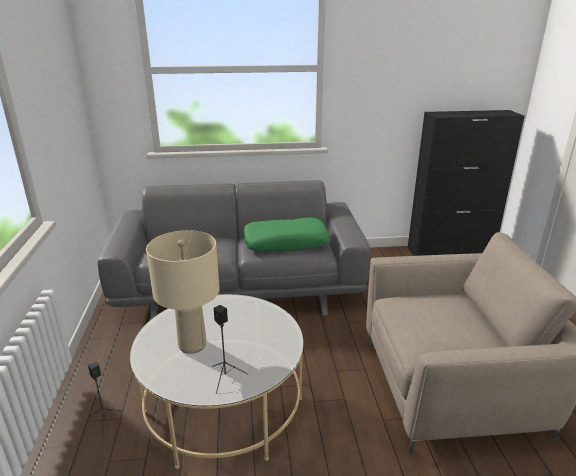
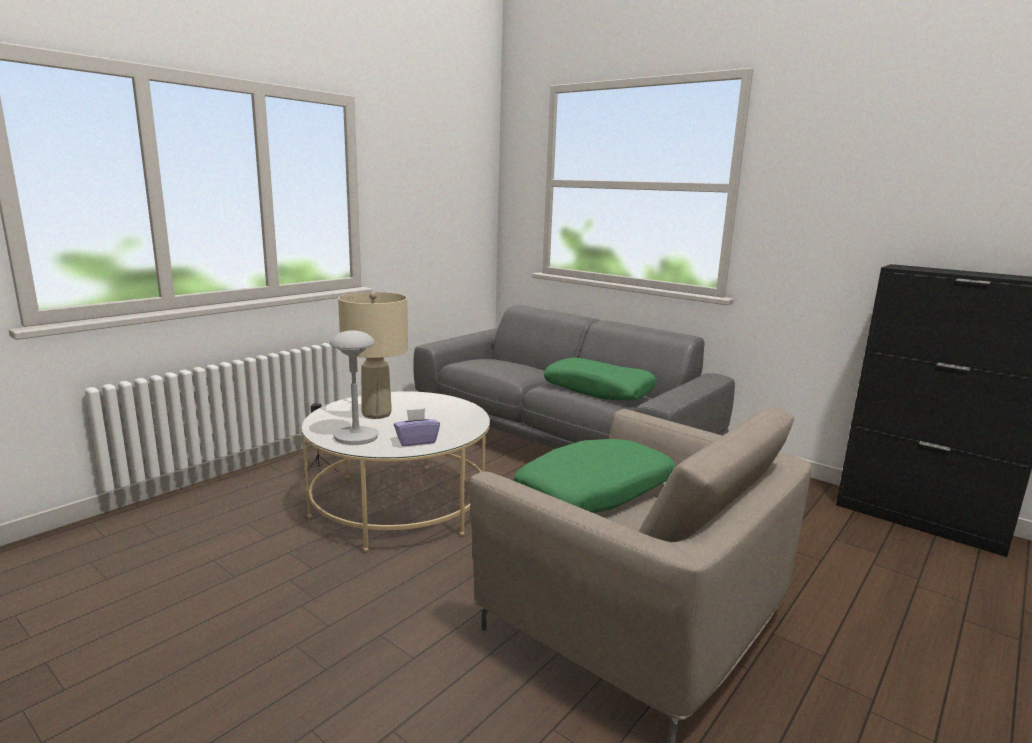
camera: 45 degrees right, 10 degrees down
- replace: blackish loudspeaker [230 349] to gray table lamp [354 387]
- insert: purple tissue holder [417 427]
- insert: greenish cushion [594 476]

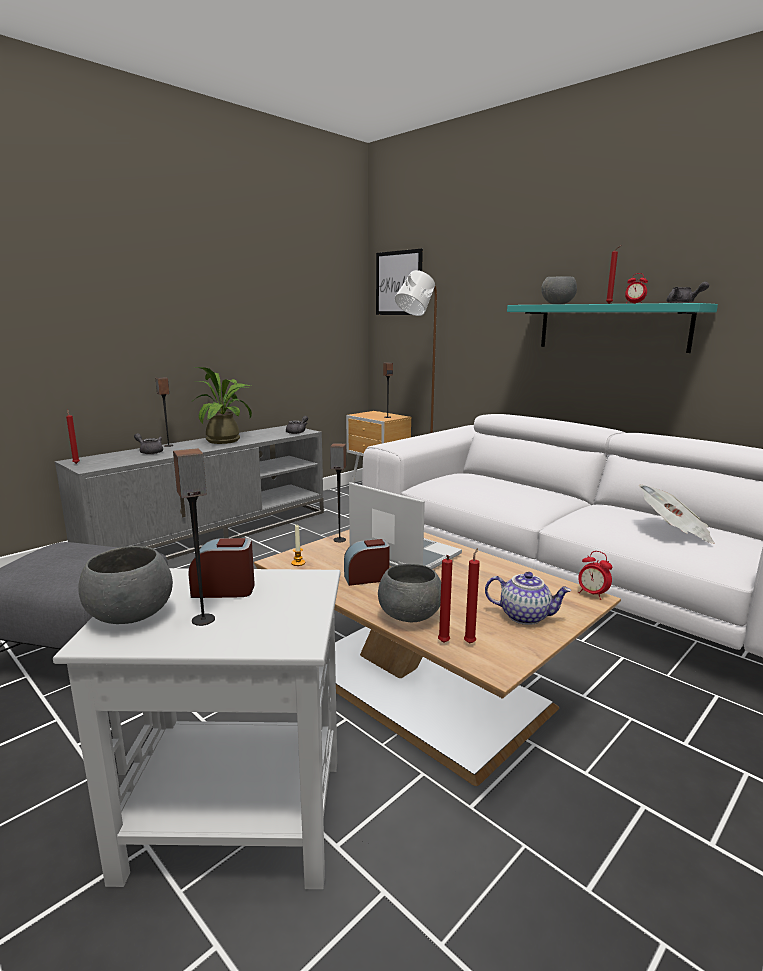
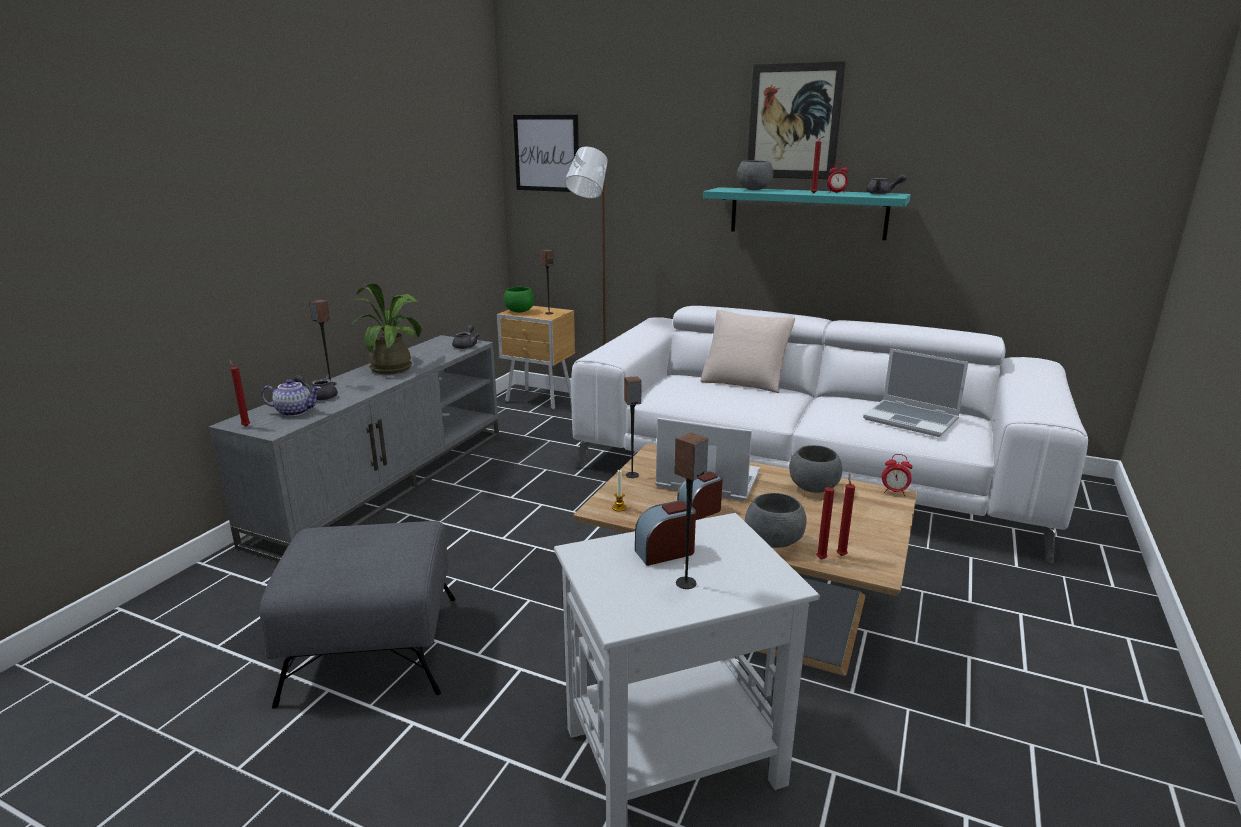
camera: 20 degrees left, 5 degrees up
- replace: printed paper [677 514] to laptop [915 392]
- move: gray serving bowl [125 585] to [815 469]
- move: teapot [528 598] to [291 398]
- insert: wall picture [796 120]
- insert: greenish serving bowl [519 300]
- insert: beige-coloured cushion [748 351]

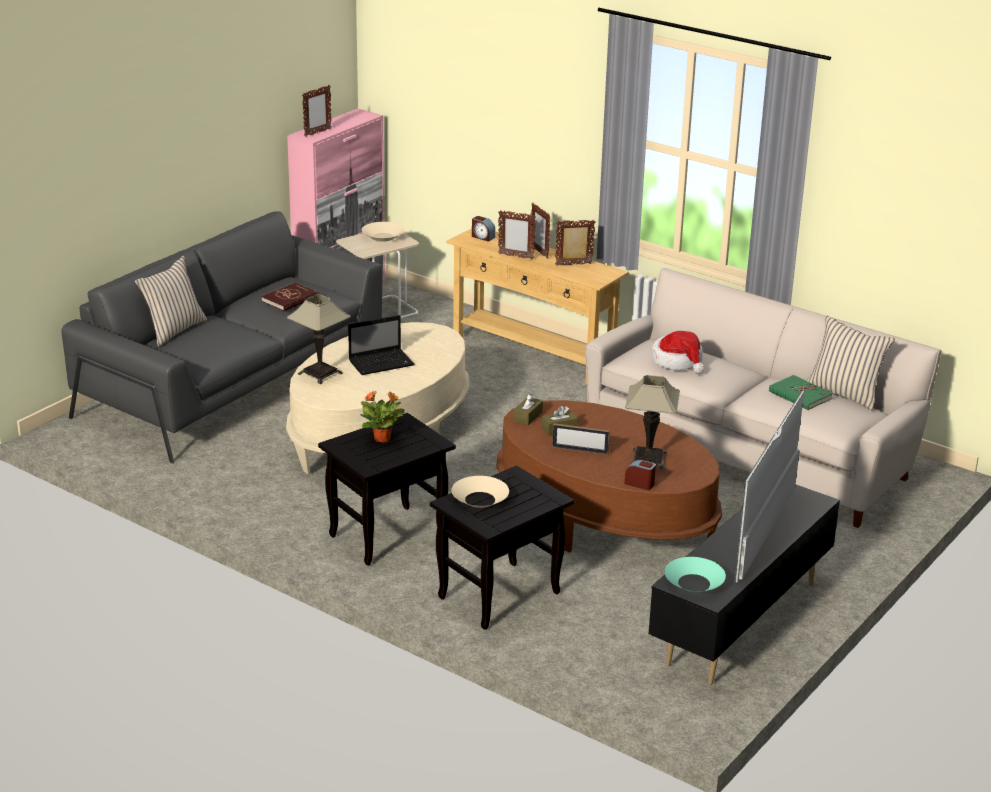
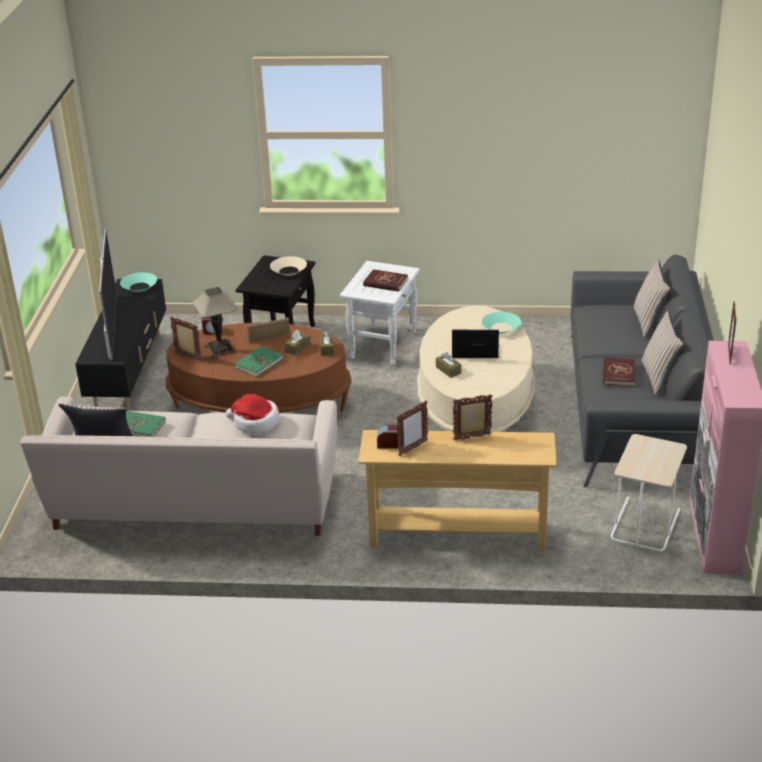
camera: 150 degrees right, 5 degrees up
- move: photo frame [540 231] to [186 338]
- move: table clock [483 229] to [388 436]
- delete: beige-coloured serving bowl [383 232]
- replace: table lamp [318 339] to blue-green serving bowl [501 322]
- rotate: laptop [381 345] = [475 344] 60 degrees clockwise
- replace: houseplant [382 417] to reddish book [385 280]
- recolor: blackish side table [387 489] to whitish side table [379 313]
- insert: beige-coloured cushion [662 352]
- insert: greenish book [259 361]
- insert: brown tissue holder [448 365]

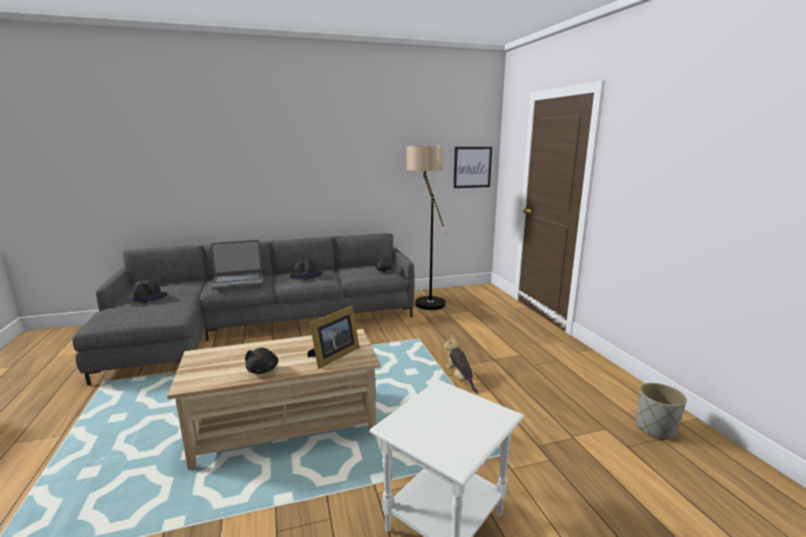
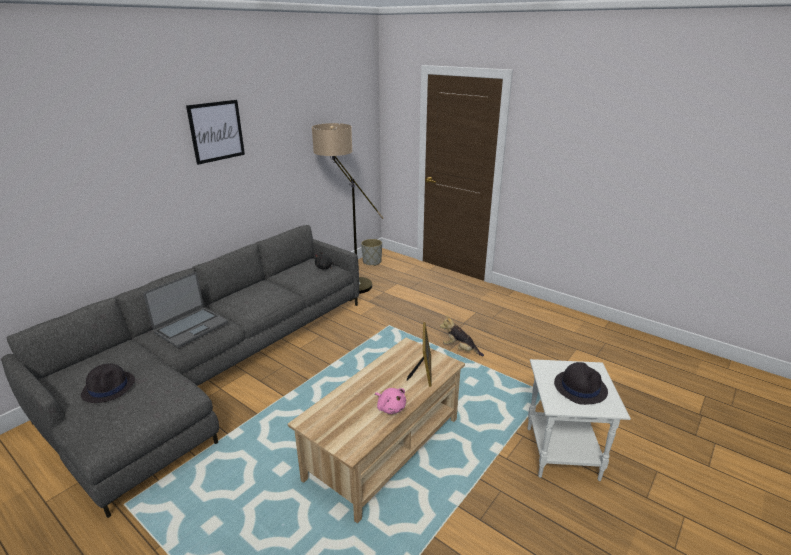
camera: 35 degrees left, 10 degrees up
- move: wall picture [472 167] to [215 132]
- move: blackish clothing hat [306 269] to [581 383]
- recolor: blackish cuddly toy [261 361] to pink-coloured cuddly toy [390 401]
- move: gray flower pot [661 411] to [371 252]

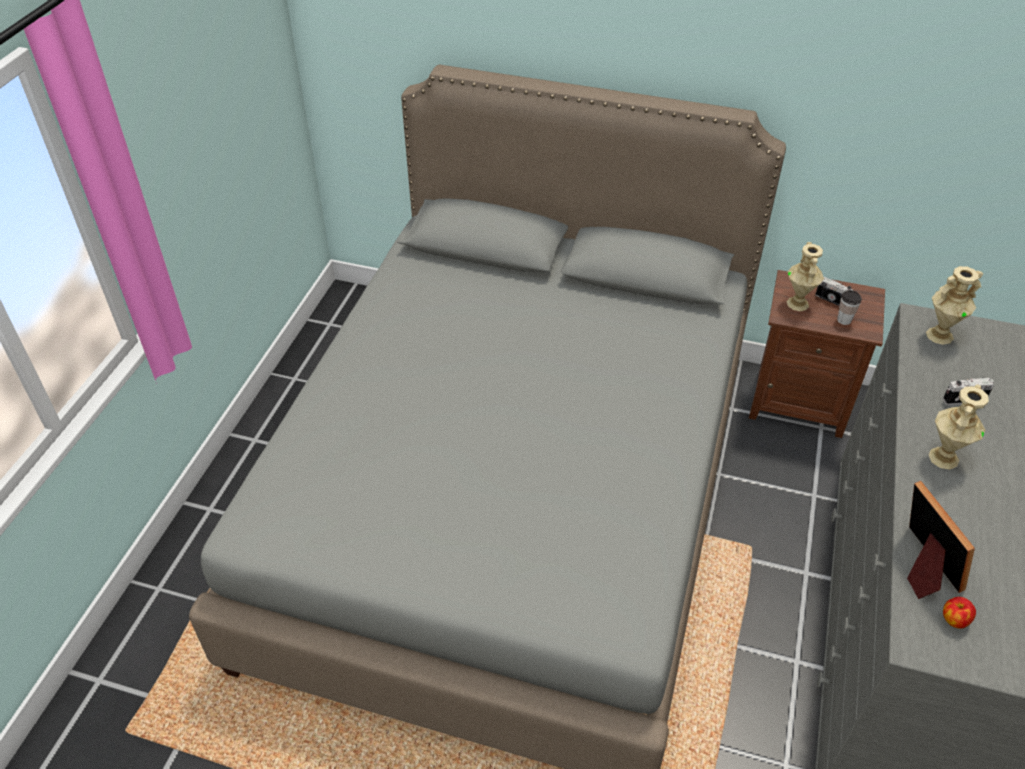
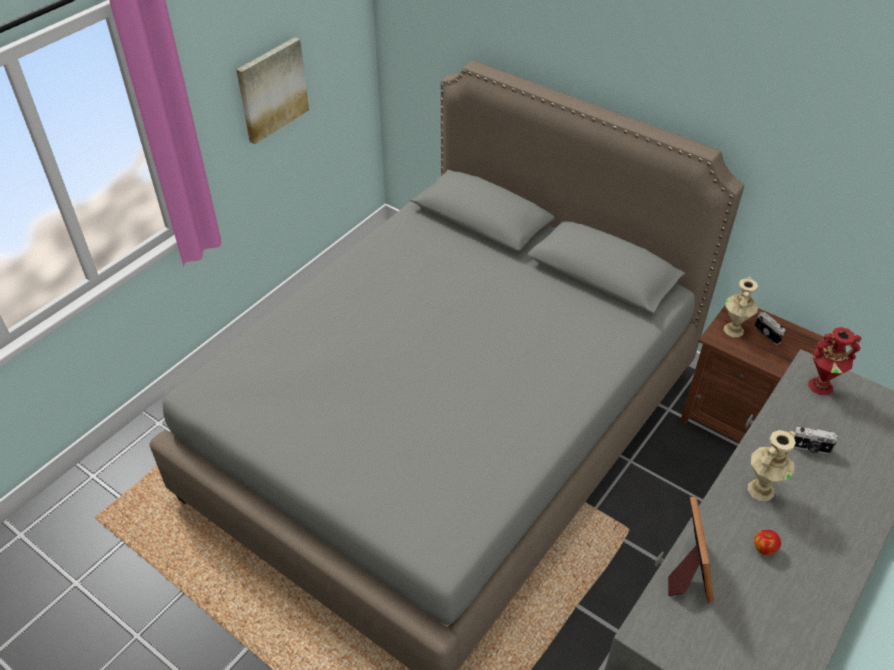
camera: 20 degrees right, 0 degrees up
- recolor: beige-coloured decorative vase [954 305] to reddish decorative vase [834 361]
- delete: small cup [849 307]
- move: apple [959 613] to [767 542]
- insert: wall picture [272 90]

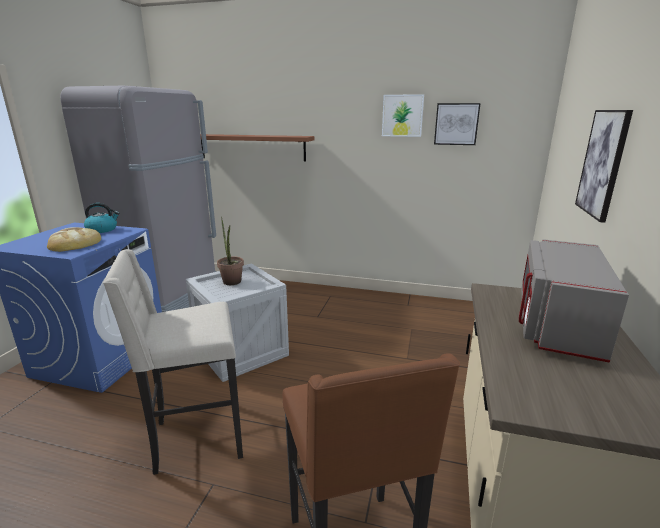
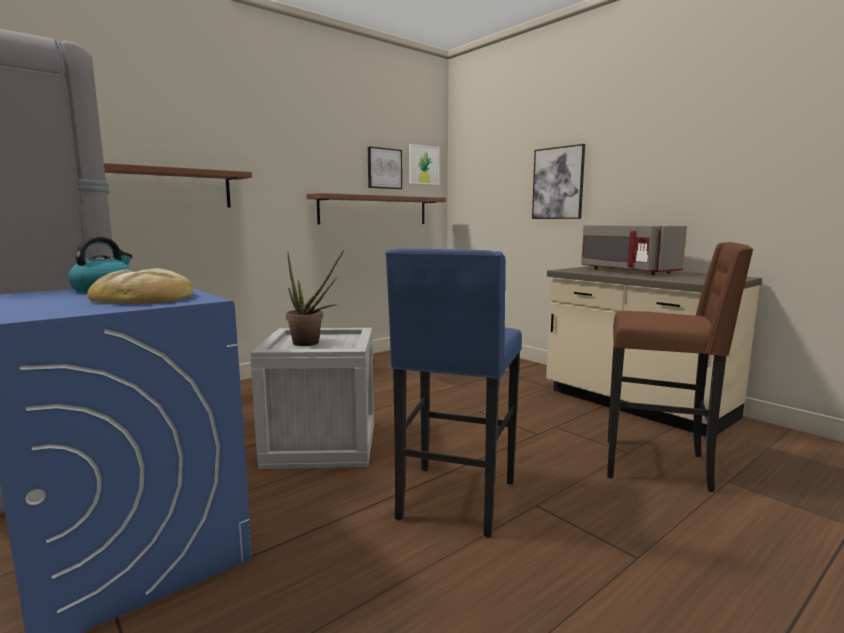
camera: 55 degrees left, 10 degrees down
- move: wall picture [403 115] to [424 164]
- recolor: beige-coloured stool seat [173 362] to blue-coloured stool seat [453 393]
- insert: brown wall shelf [376 209]

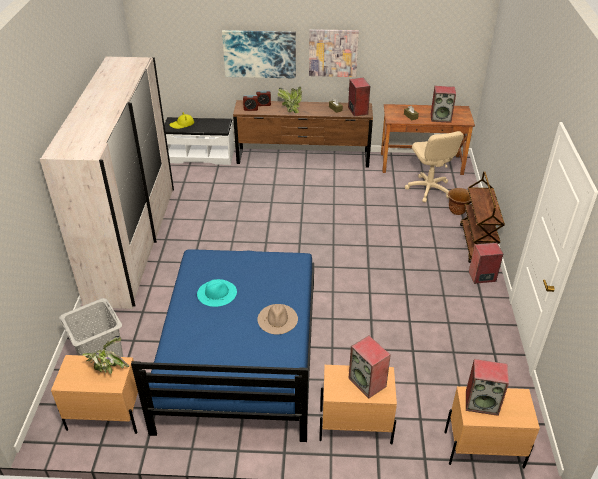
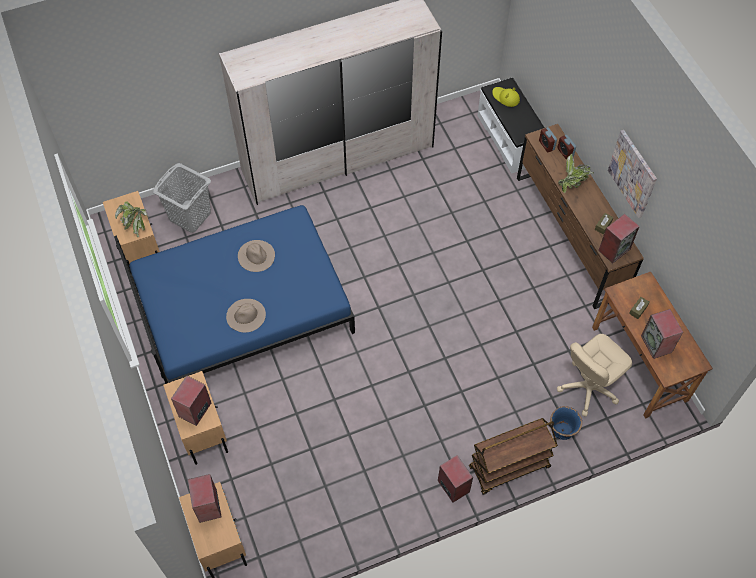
camera: 65 degrees right, 20 degrees up
- delete: wall picture [259 54]
- recolor: brown flower pot [459 201] to blue-coloured flower pot [566 423]
- recolor: blue-green clothing hat [217 293] to beige-coloured clothing hat [256 256]

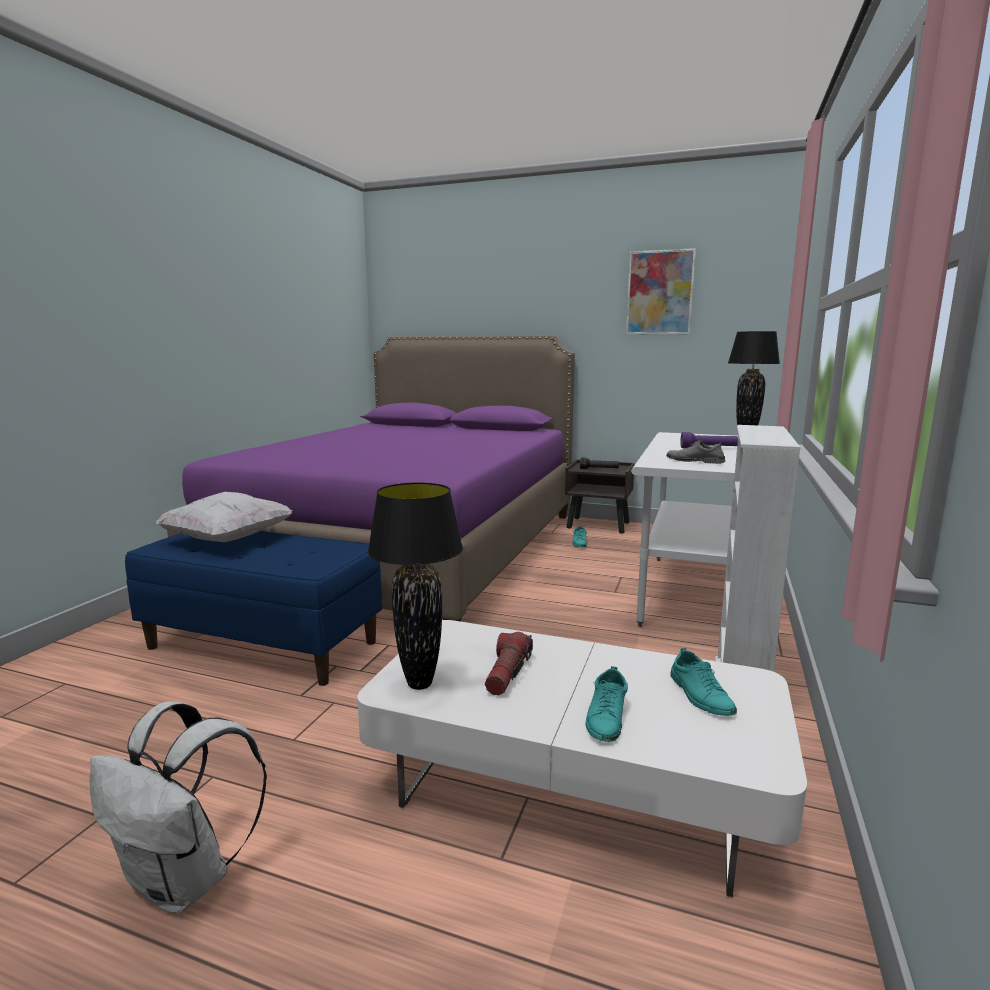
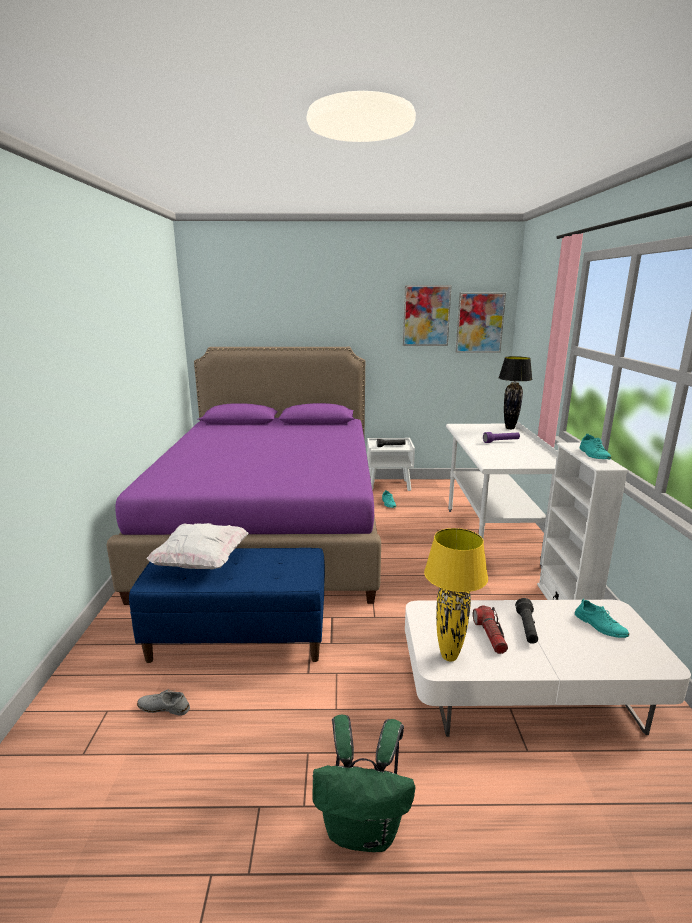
camera: 20 degrees left, 5 degrees up
- move: gray item of footwear [695 452] to [163 702]
- recolor: brown nightstand [600 497] to whitish nightstand [391 464]
- recolor: blackish table lamp [415 586] to yellow table lamp [456 594]
- move: blue-green item of footwear [606 704] to [595 446]
- recolor: whitish rucksack [178 807] to greenish rucksack [363 783]
- insert: wall picture [481 323]
- insert: blackish flashlight [526 621]

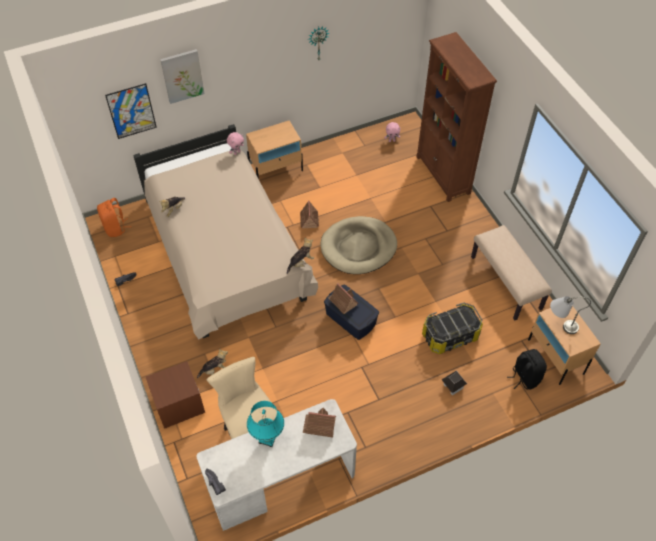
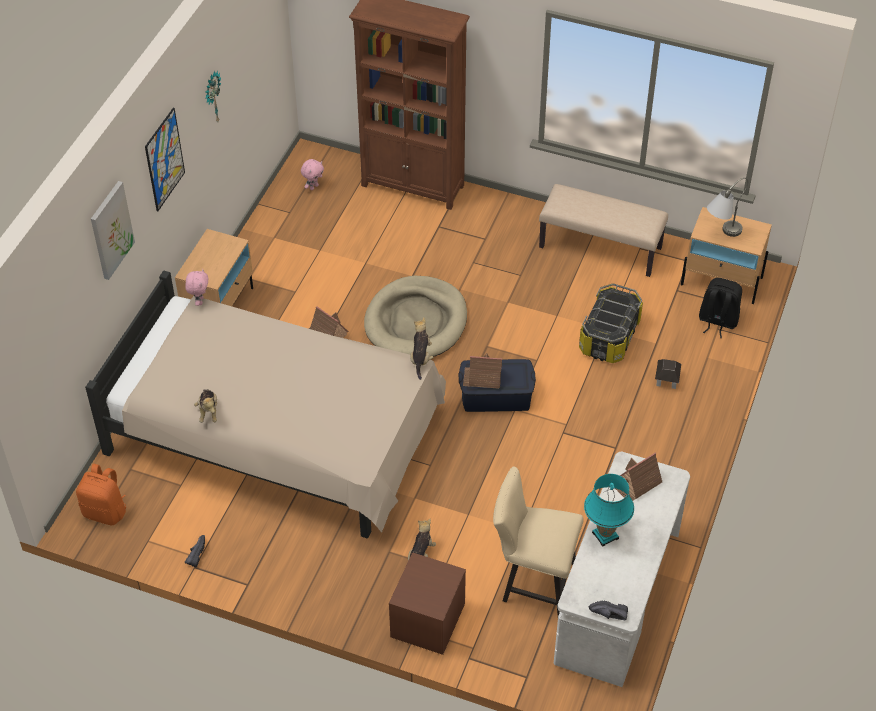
camera: 45 degrees left, 5 degrees down
- move: wall picture [131 111] to [165 159]

